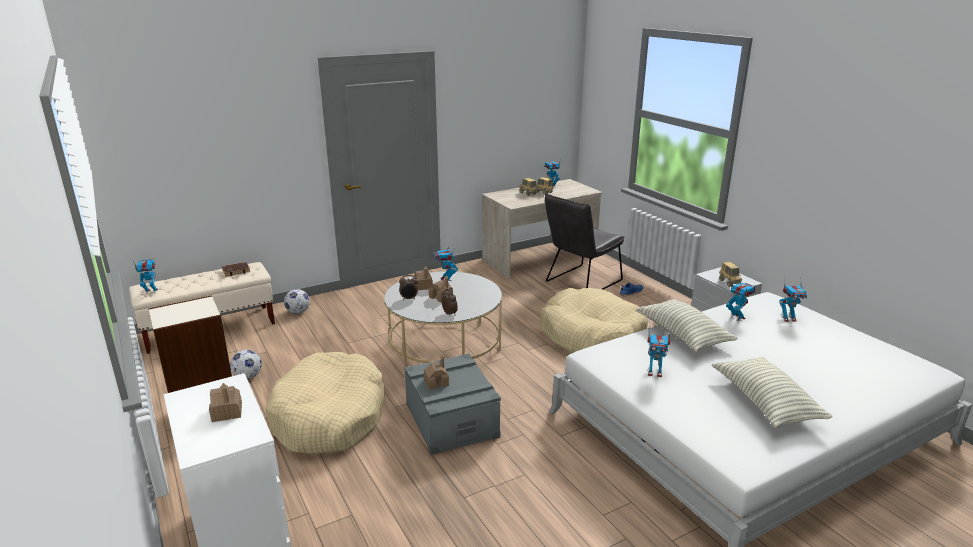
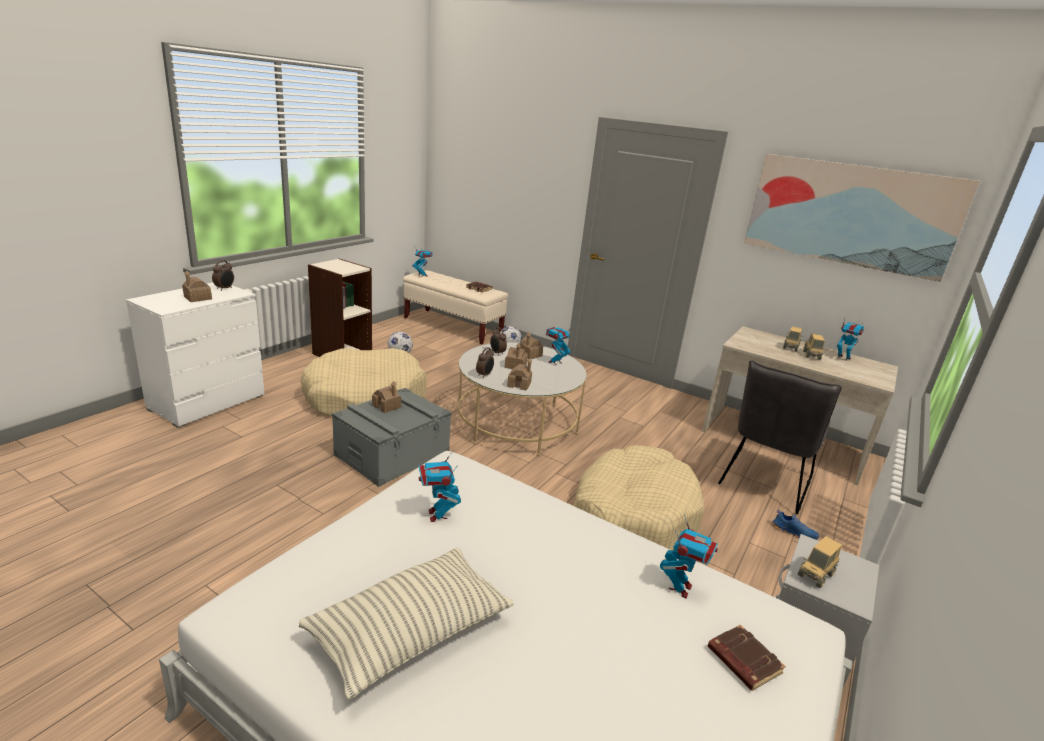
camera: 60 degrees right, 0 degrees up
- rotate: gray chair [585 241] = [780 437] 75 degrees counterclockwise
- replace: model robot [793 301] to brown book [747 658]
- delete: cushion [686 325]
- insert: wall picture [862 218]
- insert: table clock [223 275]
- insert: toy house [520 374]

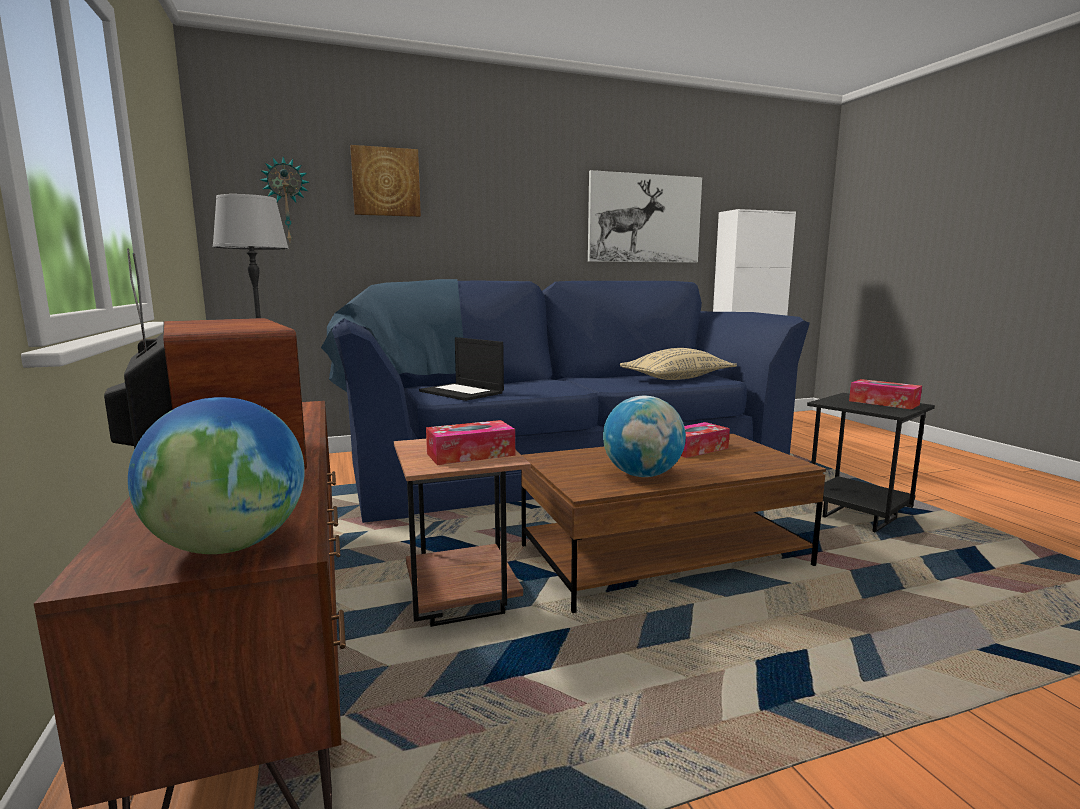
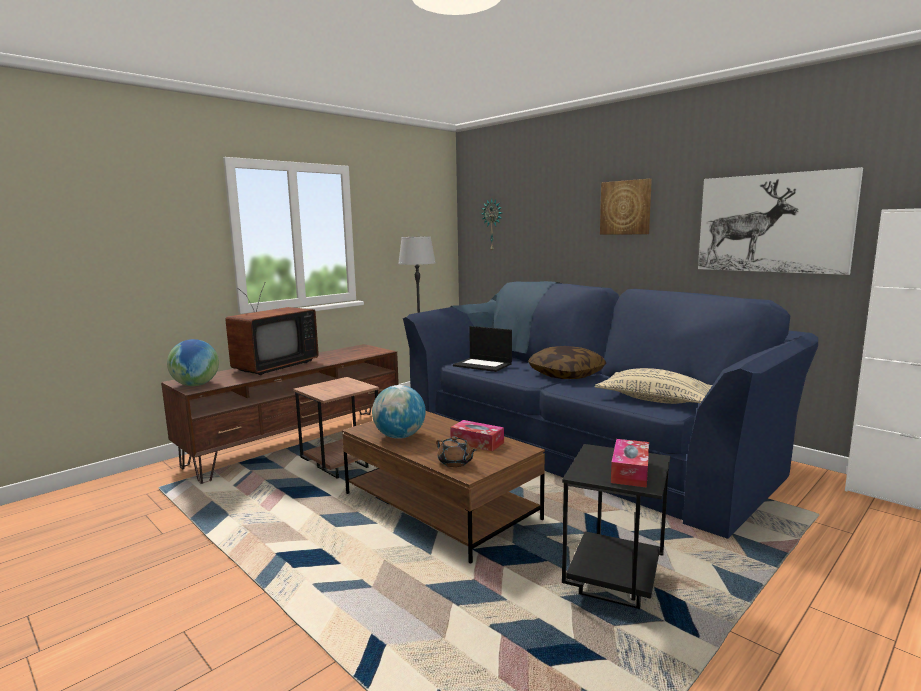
camera: 65 degrees right, 0 degrees up
- move: wall picture [385 181] to [626 207]
- rotate: laptop [461 369] = [482 349] 75 degrees counterclockwise
- delete: tissue holder [470 442]
- insert: cushion [567 362]
- insert: brown teapot [456 451]

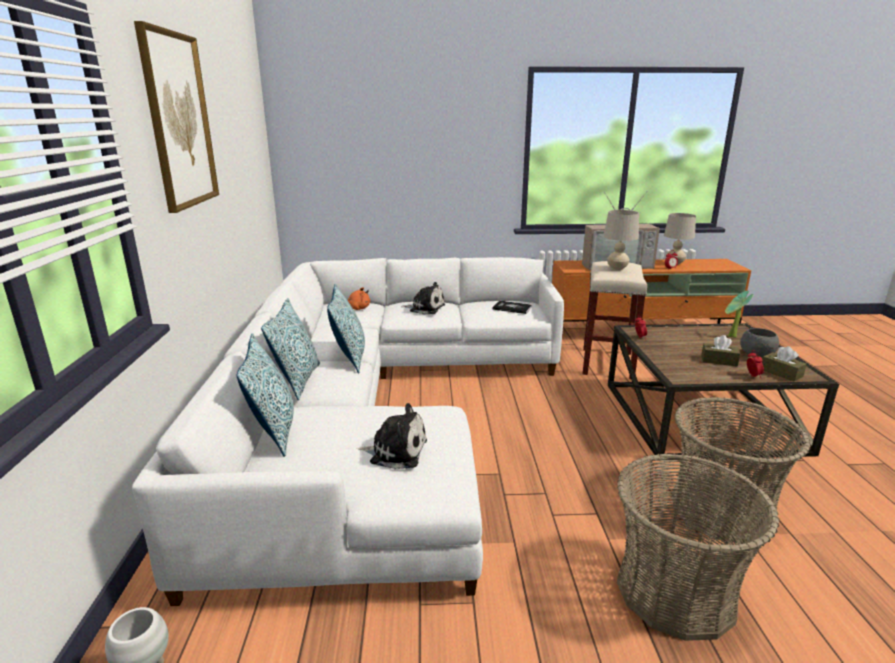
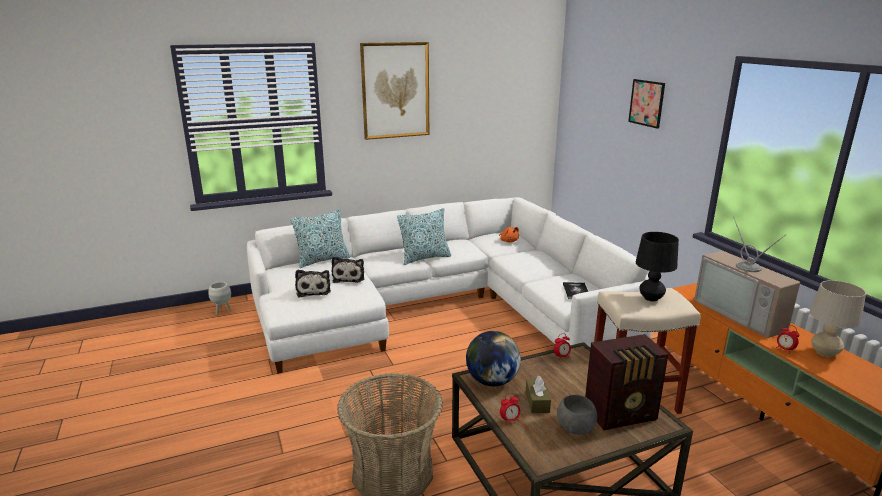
camera: 70 degrees right, 0 degrees up
- recolor: beige-coloured table lamp [621 240] to blackish table lamp [657 266]
- move: cuddly toy [423 298] to [348 269]
- replace: houseplant [739 314] to radio set [626 382]
- delete: cushion [290 349]
- delete: brown tissue holder [784 363]
- delete: household basket [698 547]
- insert: wall picture [646 104]
- insert: world globe [493 358]

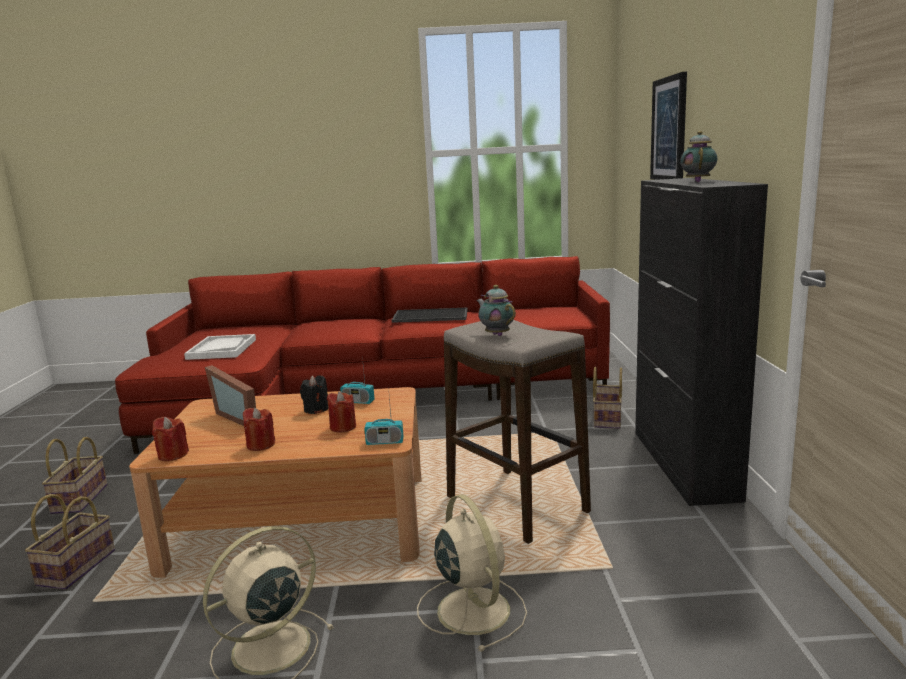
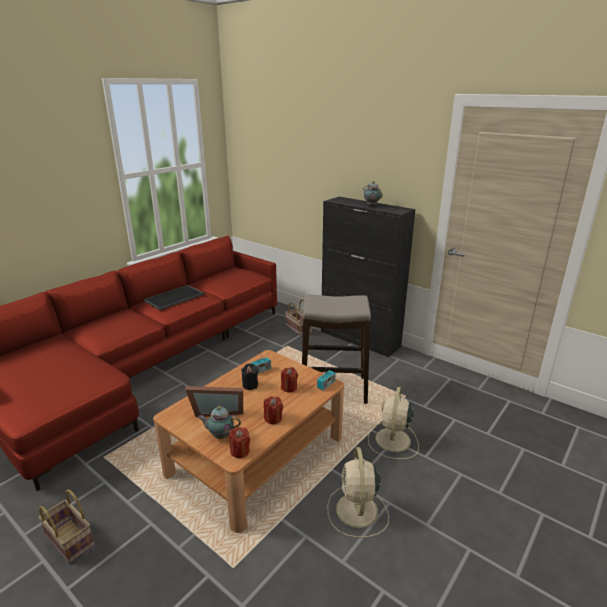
camera: 50 degrees left, 10 degrees up
- delete: wall picture [668 126]
- move: teapot [496 310] to [219 422]
- delete: whitish carrying tray [220 347]
- delete: household basket [70 542]
- rotate: beige-coloured cooling fan [472 573] = [393 423] 90 degrees counterclockwise

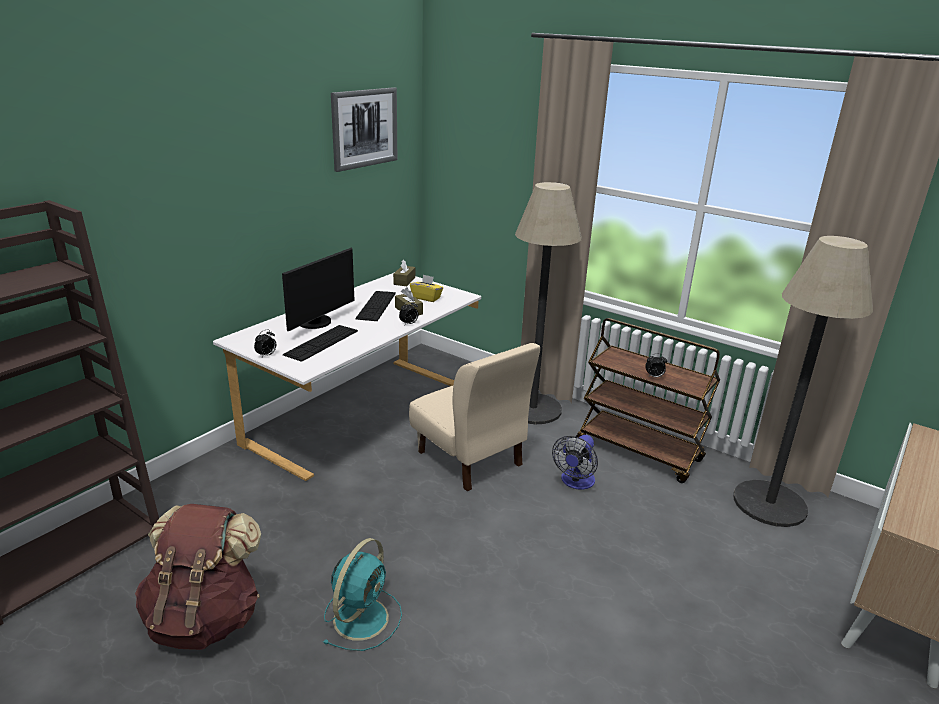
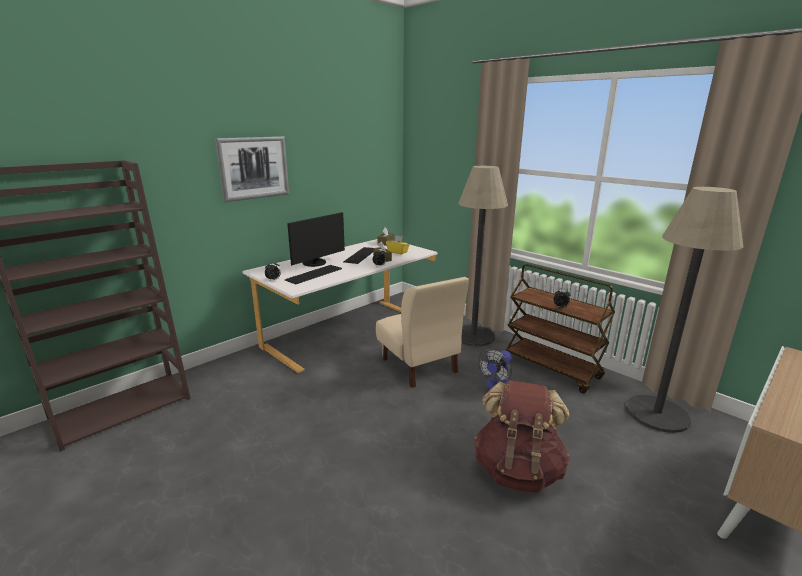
camera: 10 degrees right, 5 degrees down
- move: wall picture [364 129] to [252 169]
- move: brown rucksack [198 577] to [521 436]
- delete: blue-green cooling fan [363 594]

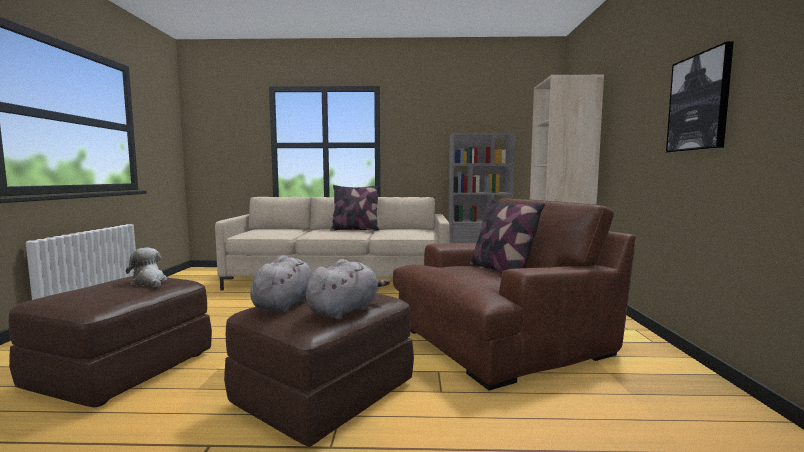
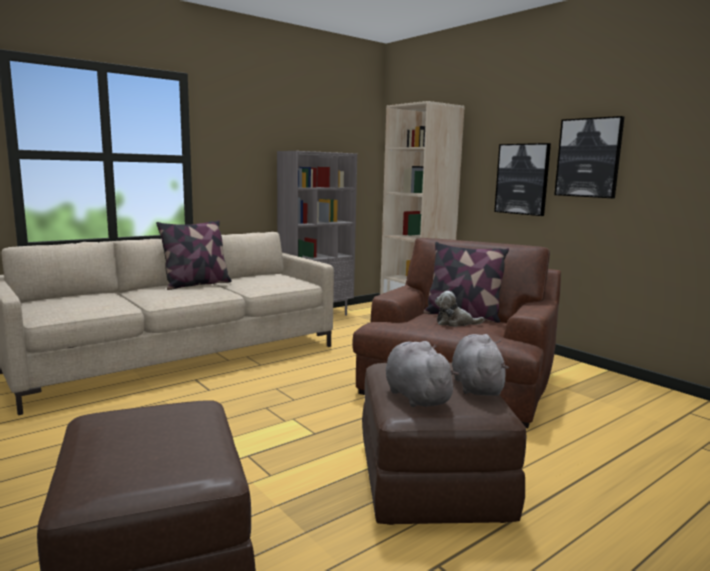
camera: 40 degrees left, 5 degrees up
- move: cuddly toy [146 267] to [460 309]
- insert: wall picture [522 179]

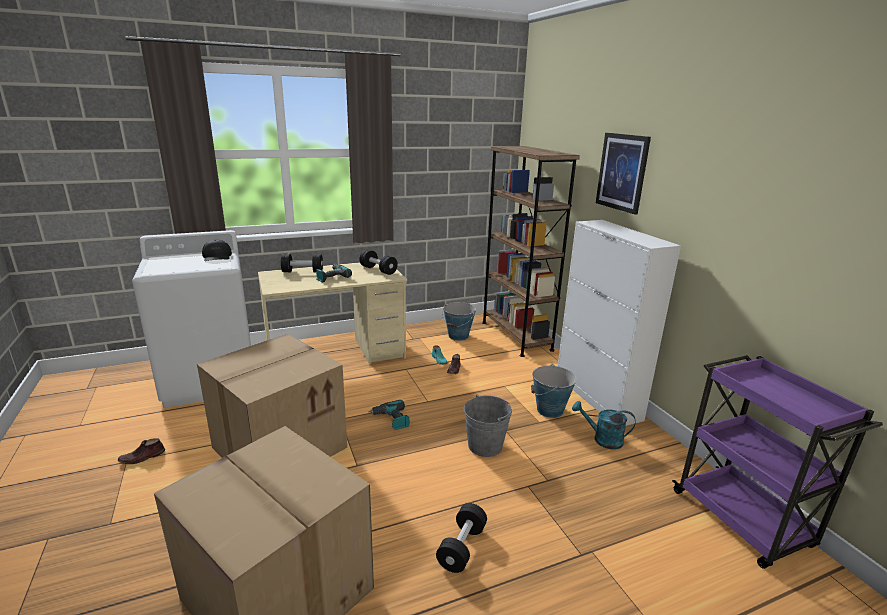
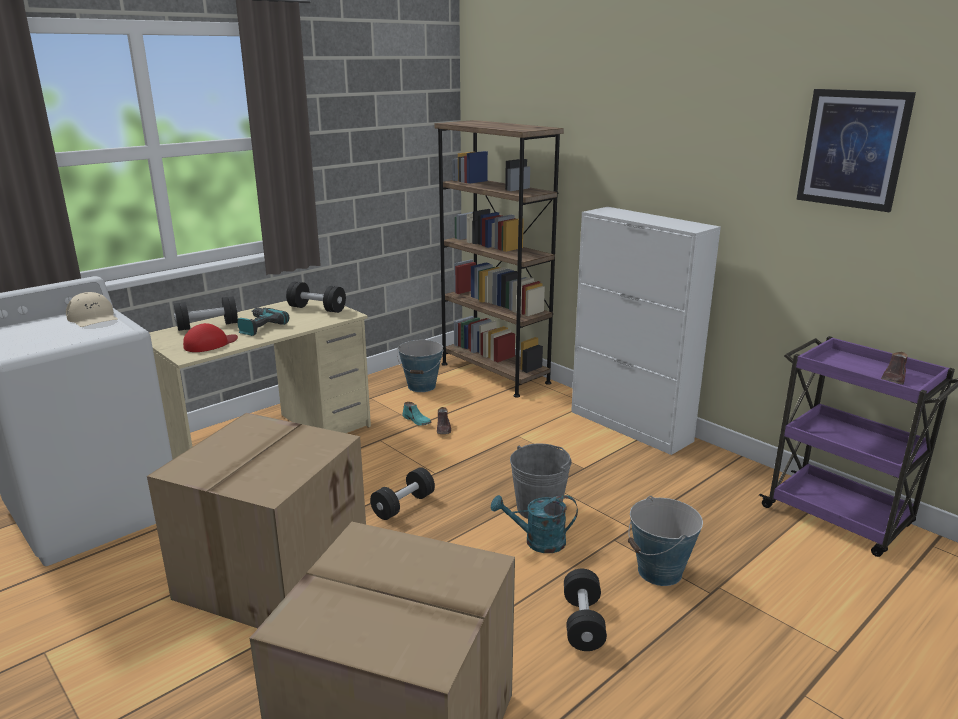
camera: 20 degrees left, 0 degrees up
- move: wall picture [623 174] to [856 150]
- recolor: blackish baseball cap [217 250] to beige-coloured baseball cap [92 309]
- move: bucket [554 391] to [665 541]
- replace: electric drill [389 415] to blackish dumbbell [402 493]
- move: blue-green watering can [603 425] to [534 524]
- move: brown item of footwear [141 451] to [894 368]
- insert: reddish baseball cap [210 337]

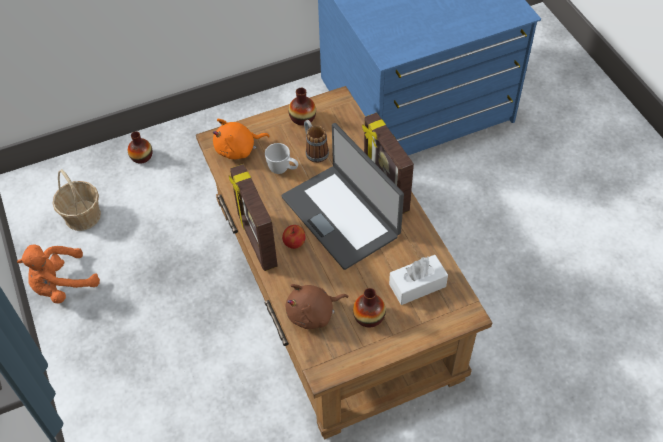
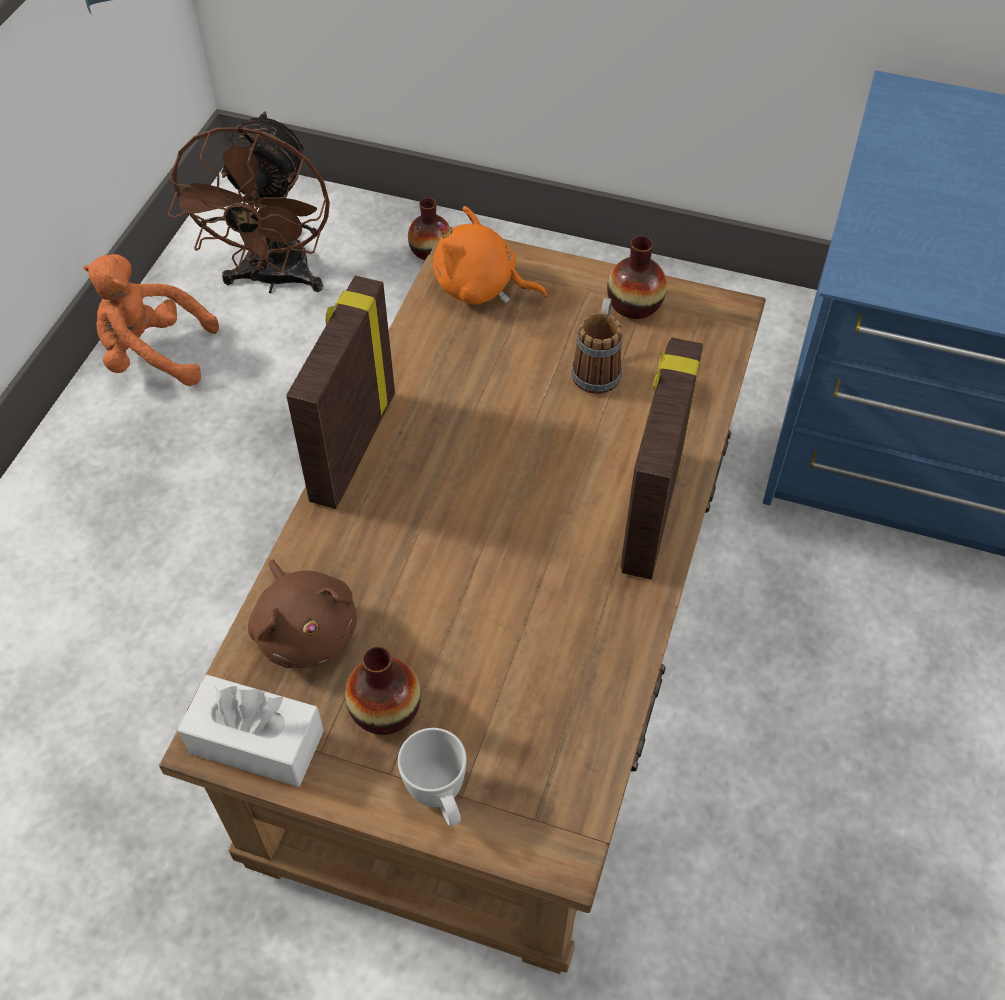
camera: 40 degrees right, 0 degrees up
- delete: laptop [342 196]
- move: whitish tea mug [281 158] to [432 777]
- replace: household basket [77 200] to brown cooling fan [249 202]
- delete: apple [293 237]
- move: whitish tissue holder [418 280] to [251 731]
- rotate: brown cuddly toy [317 306] = [302 613] 135 degrees counterclockwise

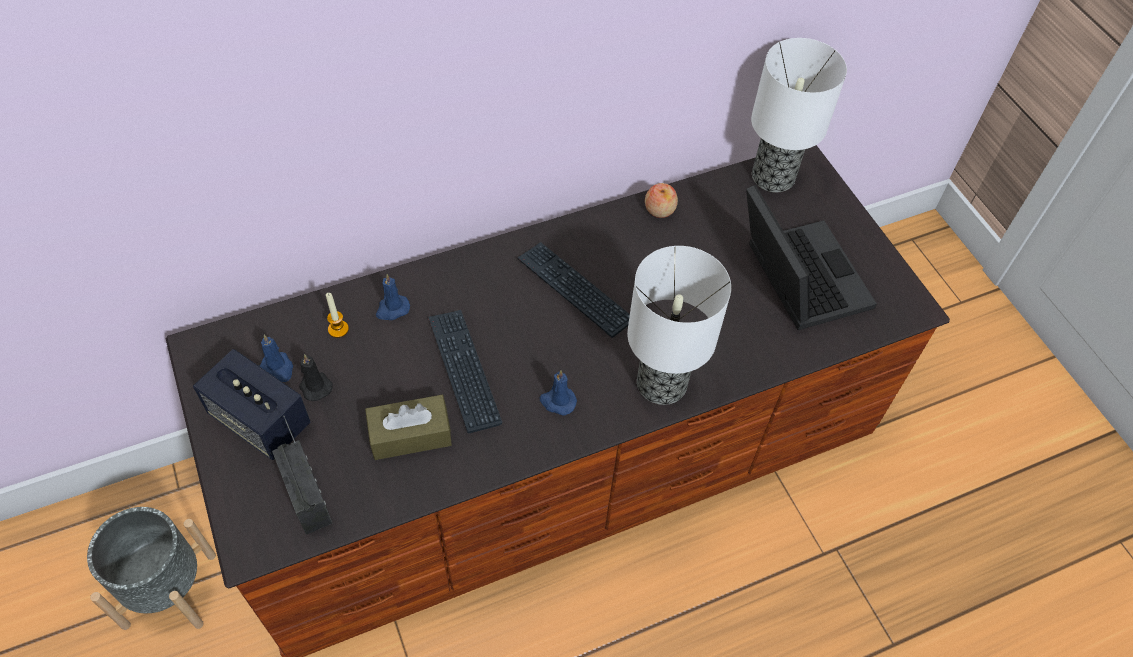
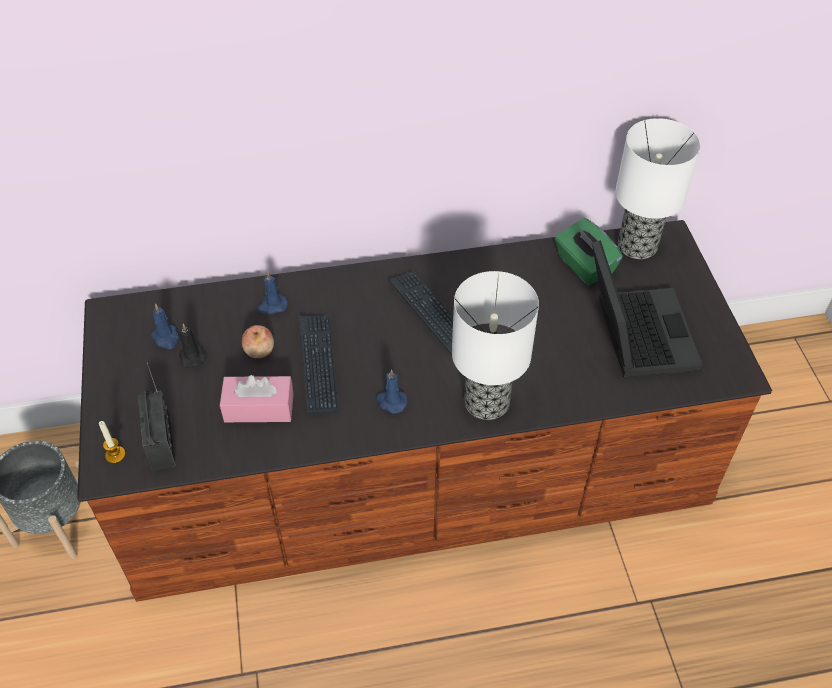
camera: 15 degrees right, 5 degrees down
- move: apple [661 200] to [258 342]
- move: wax light [337 315] to [112 442]
- delete: loudspeaker [251 404]
- recolor: brown tissue holder [408 427] to pink-coloured tissue holder [257 398]
- insert: greenish tissue holder [588 251]

